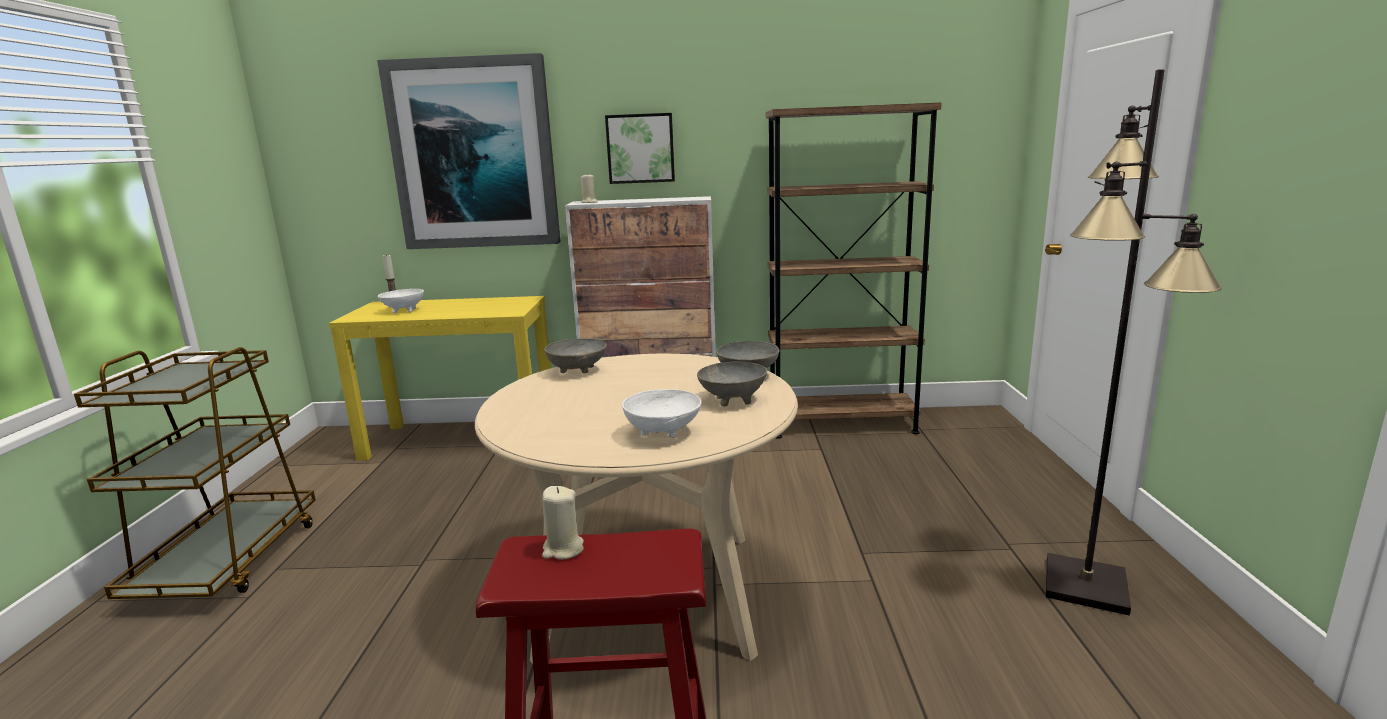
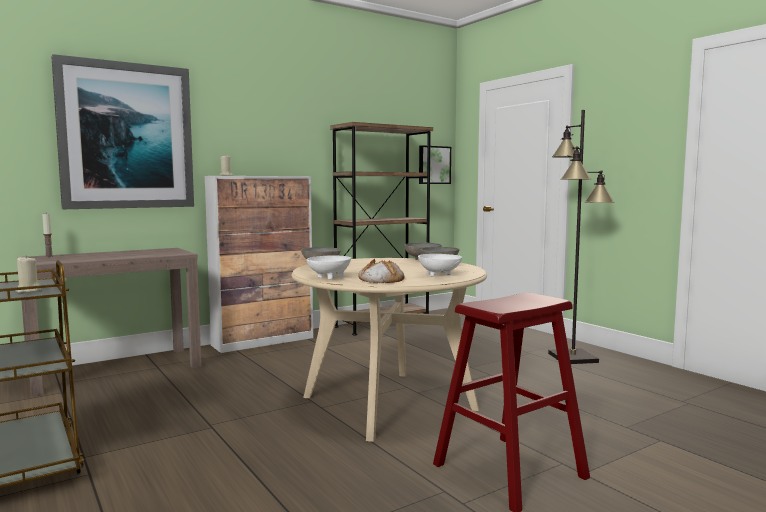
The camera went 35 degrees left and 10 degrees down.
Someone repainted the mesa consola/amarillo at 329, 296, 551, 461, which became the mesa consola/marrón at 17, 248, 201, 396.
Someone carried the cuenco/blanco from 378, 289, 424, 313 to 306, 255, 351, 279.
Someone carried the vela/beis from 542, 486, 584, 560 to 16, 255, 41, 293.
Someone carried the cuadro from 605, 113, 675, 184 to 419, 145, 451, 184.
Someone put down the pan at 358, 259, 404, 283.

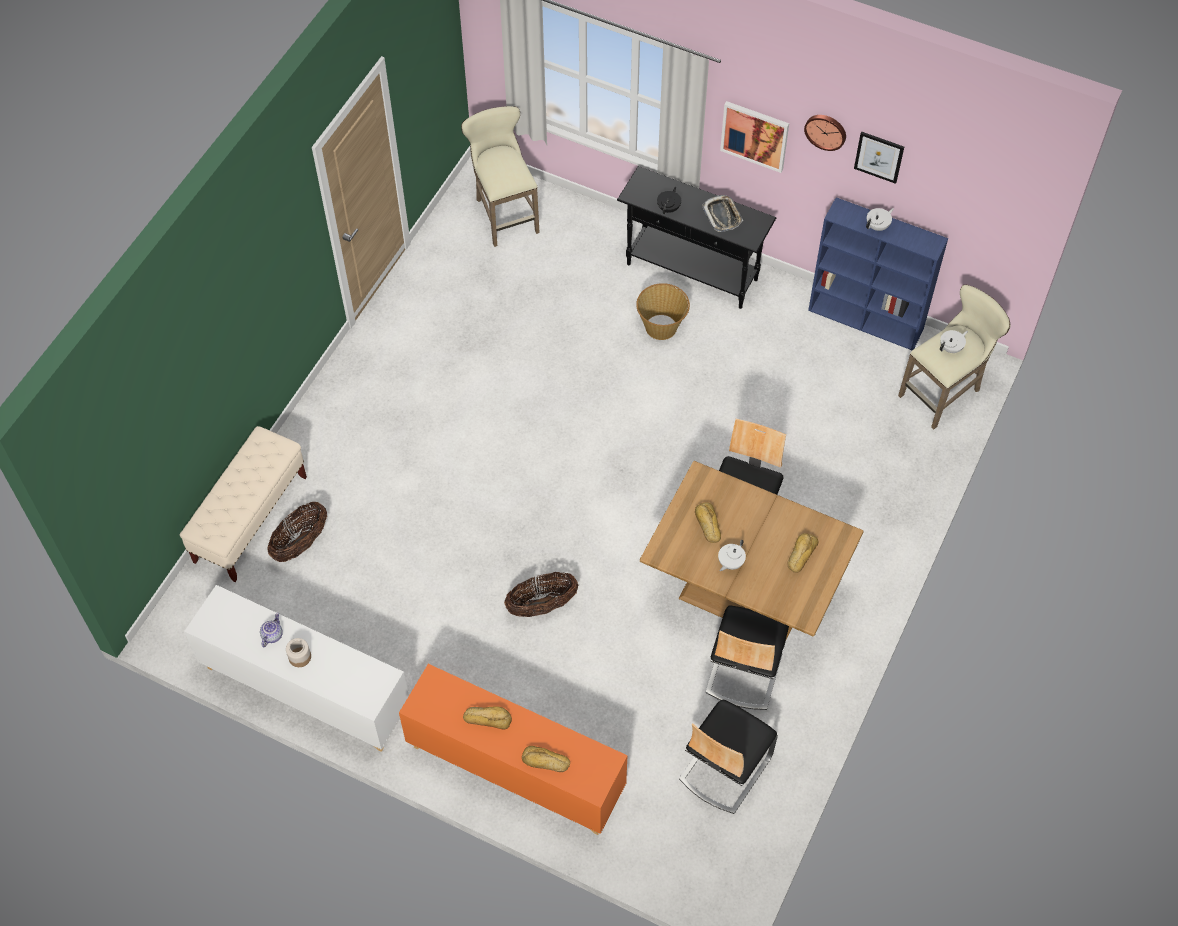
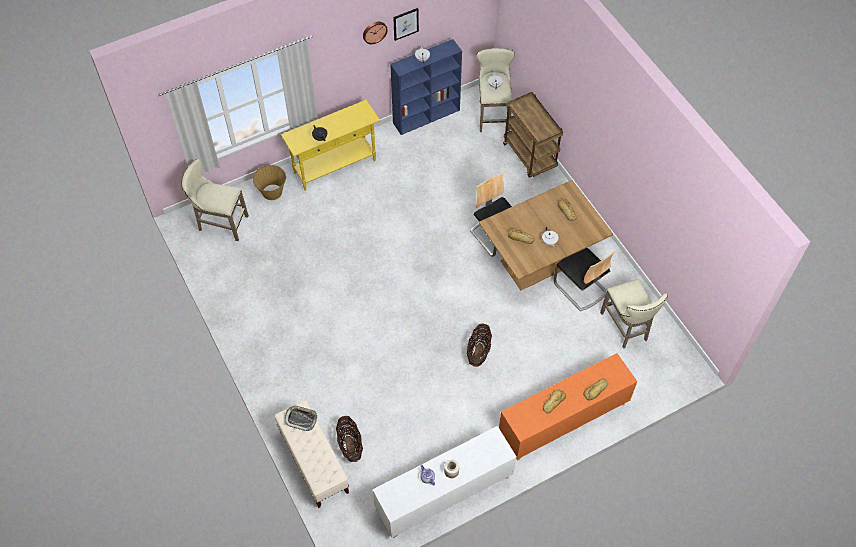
The camera went 55 degrees left and 0 degrees up.
Someone repainted the mesa consola/negro at 617, 166, 776, 309, which became the mesa consola/amarillo at 281, 100, 380, 191.
Someone carried the cesta from 636, 283, 690, 340 to 253, 165, 286, 200.
Someone swapped the silla at 679, 700, 778, 814 for the taburete/beis at 600, 278, 668, 348.
Someone carried the bandeja from 702, 195, 743, 232 to 285, 406, 317, 431.
Someone took away the cuadro at 720, 101, 789, 173.
Someone put down the carrito/marrón at 503, 92, 563, 178.

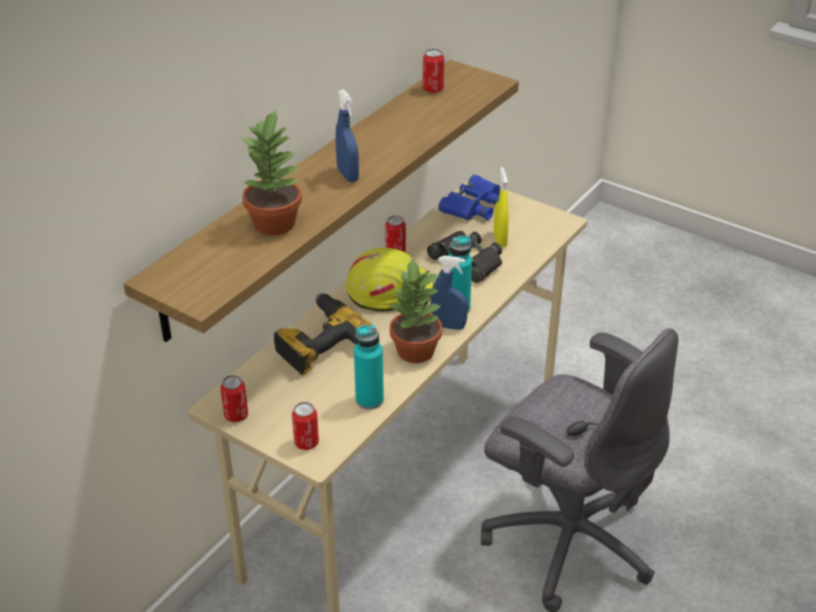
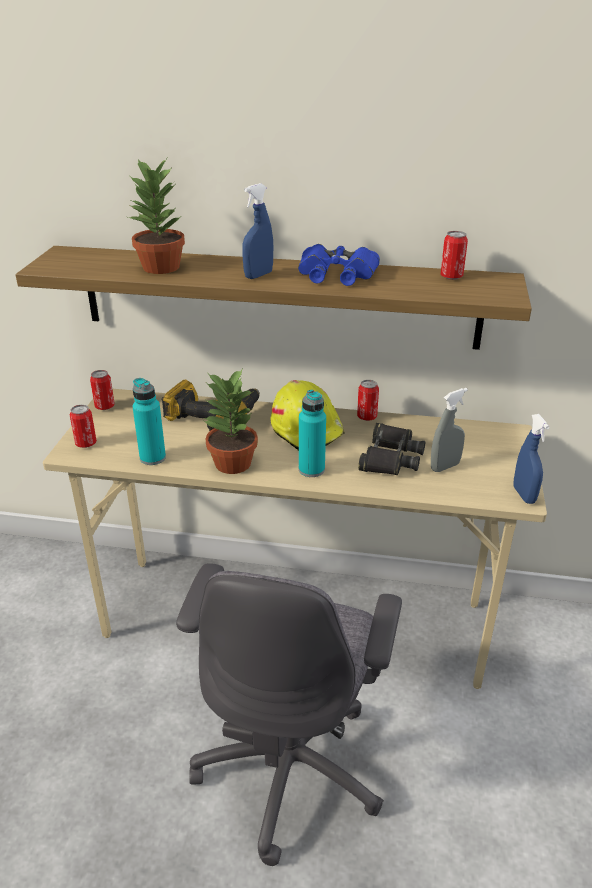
The camera went 65 degrees right and 5 degrees down.
Someone carried the pulverizador/azul from 430, 256, 468, 330 to 513, 414, 549, 504.
Someone carried the prismáticos/azul from 438, 175, 500, 220 to 298, 244, 380, 286.
Someone repainted the pulverizador/amarillo at 494, 167, 509, 247, which became the pulverizador/gris at 431, 388, 468, 472.

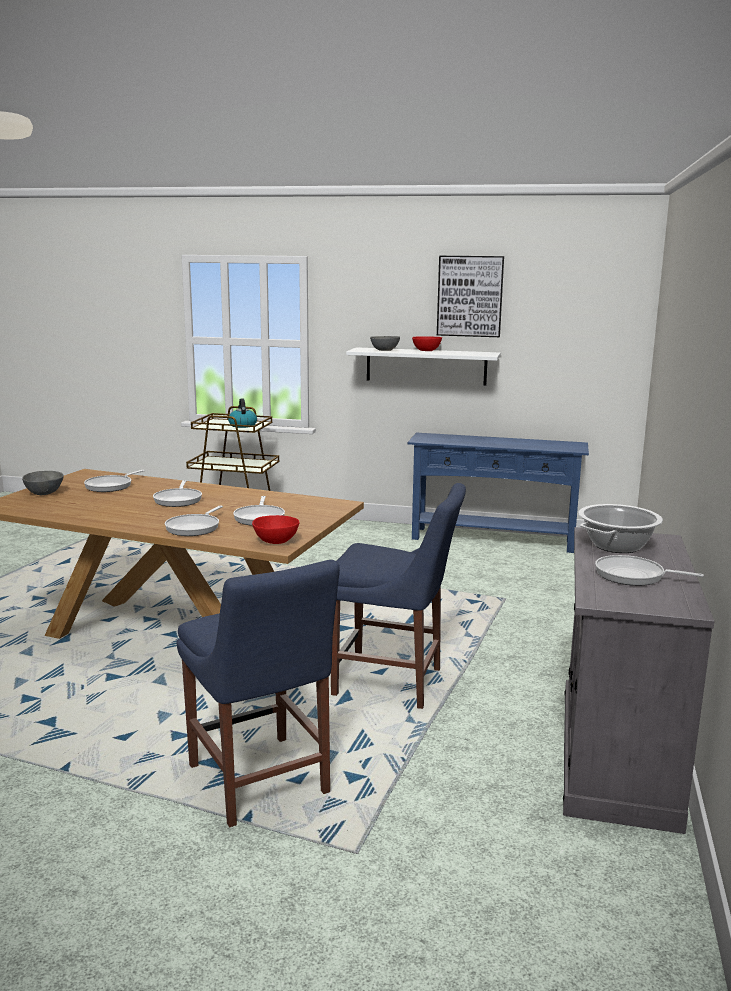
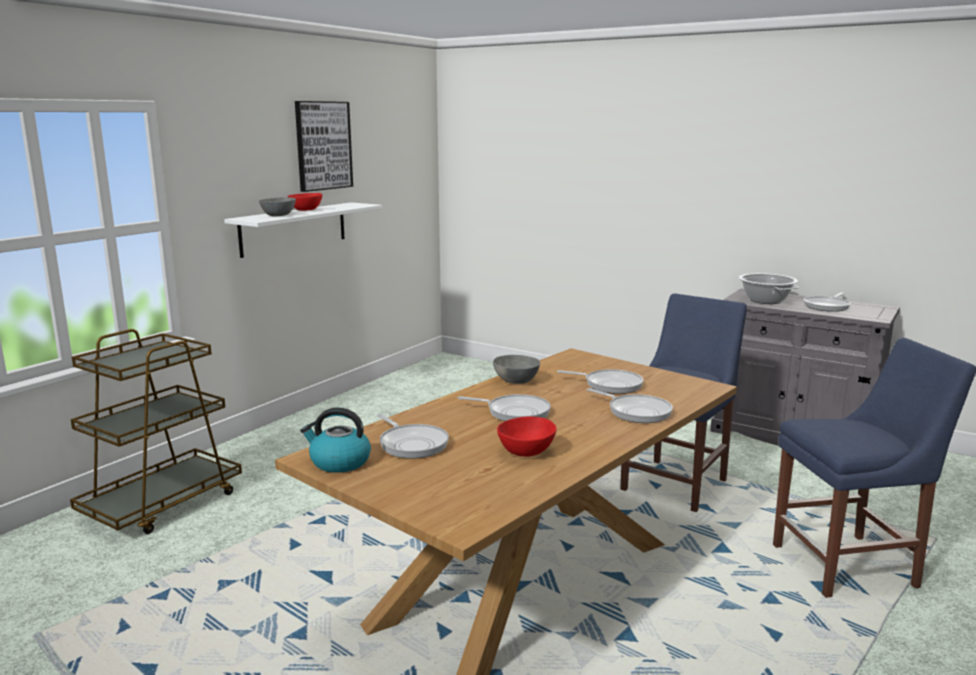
The camera went 70 degrees left and 0 degrees up.
Someone carried the cuenco/gris from 22, 471, 64, 495 to 493, 355, 540, 384.
Someone carried the hervidor from 228, 398, 257, 428 to 300, 408, 371, 473.
Someone carried the cuenco/rojo from 252, 515, 300, 544 to 497, 416, 557, 457.
Someone took away the mesa consola/azul at 408, 433, 589, 553.

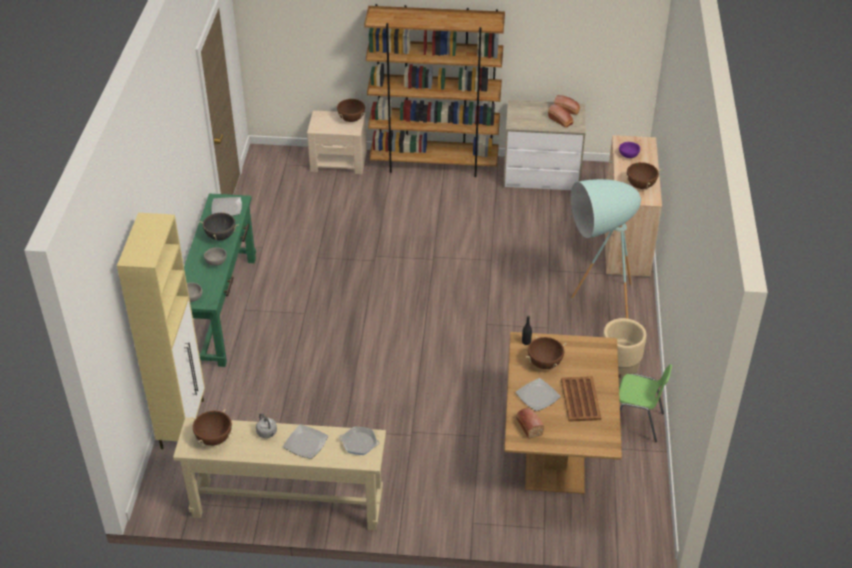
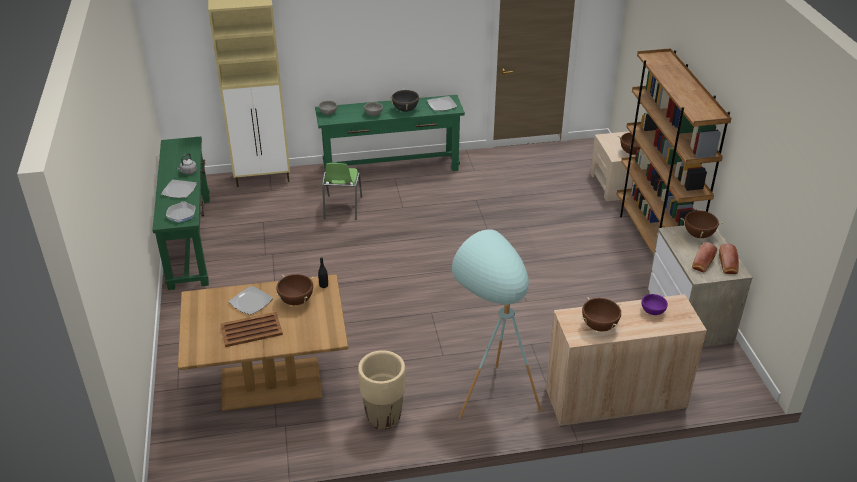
The camera went 75 degrees right and 5 degrees down.
Someone repainted the mesa consola/beis at 173, 417, 386, 530, which became the mesa consola/verde at 152, 137, 210, 290.
Someone carried the olla/marrón from 192, 409, 233, 446 to 681, 209, 723, 238.
Someone took away the pan at 516, 408, 544, 439.
Someone carried the silla/verde from 619, 364, 672, 442 to 322, 163, 362, 220.

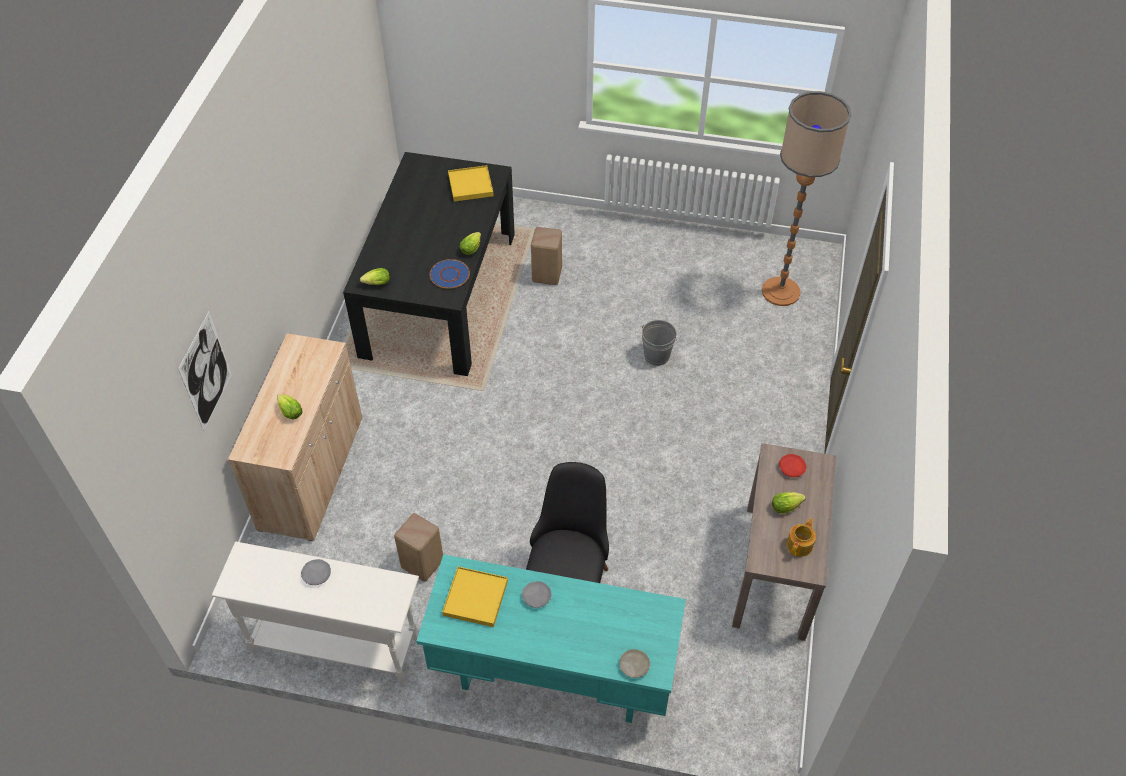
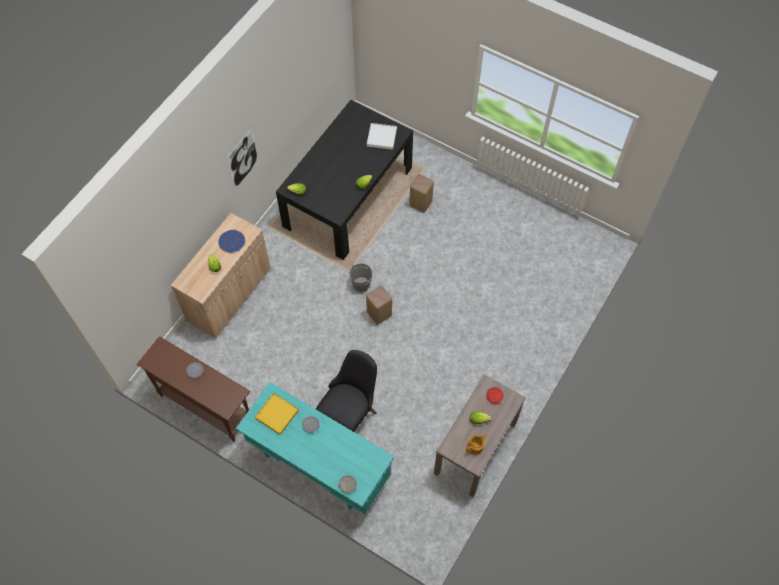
The camera went 20 degrees right and 10 degrees up.
Someone carried the cuadro from 178, 312, 232, 431 to 227, 128, 259, 189.
Someone repainted the mesa consola/blanco at 212, 541, 419, 684, which became the mesa consola/marrón at 137, 336, 250, 442.
Someone carried the taburete/beis from 394, 513, 443, 582 to 366, 286, 392, 325.
Someone carried the plato/azul from 430, 259, 470, 288 to 218, 230, 245, 253.
Someone repainted the bandeja/amarillo at 448, 165, 494, 202, which became the bandeja/blanco at 367, 123, 397, 150.
Someone carried the cubo/gris from 641, 320, 677, 366 to 349, 263, 372, 292.
Someone took away the lámpara de pie at 762, 91, 851, 306.

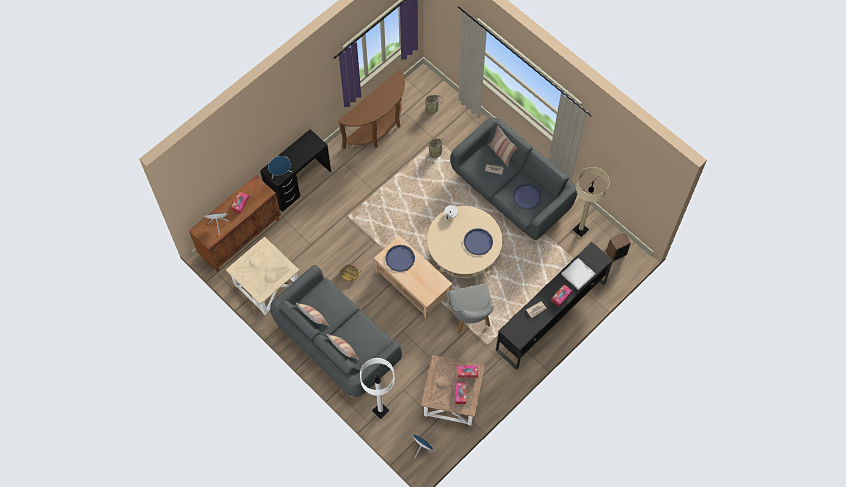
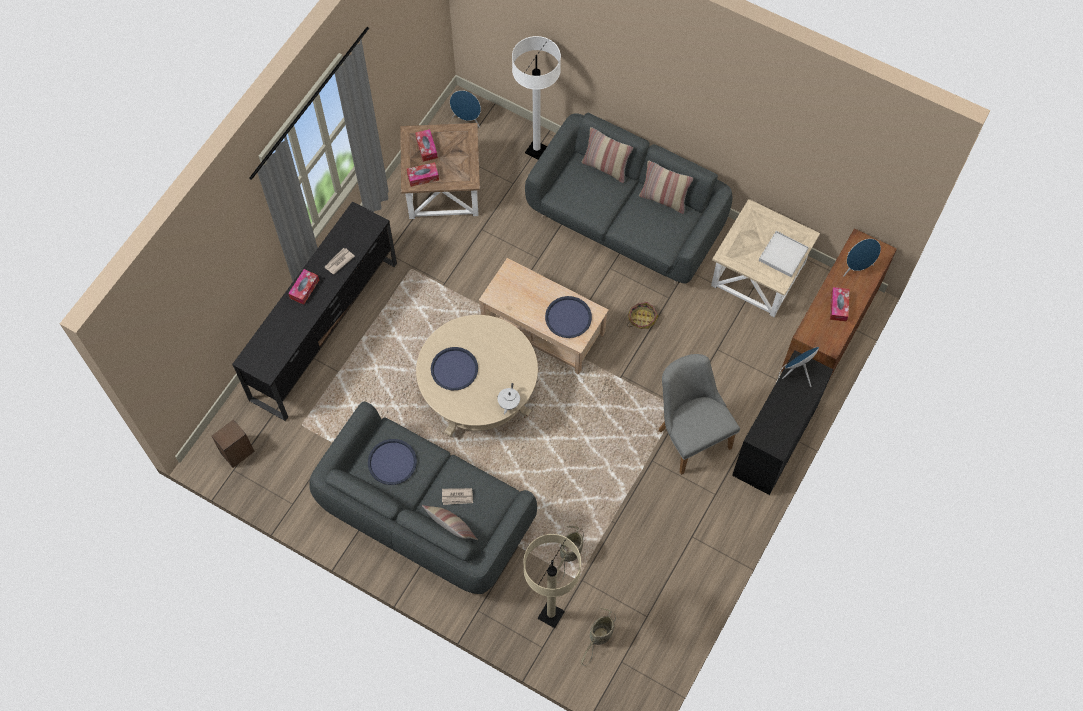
The camera went 165 degrees right and 0 degrees up.
Someone took away the mesa consola/marrón at 338, 69, 405, 149.
Someone carried the silla/gris from 448, 283, 494, 334 to 658, 354, 740, 475.
Someone carried the bandeja/blanco from 561, 258, 596, 290 to 759, 231, 809, 277.
Someone carried the lámpara de pie/beis from 573, 167, 609, 237 to 524, 534, 581, 628.

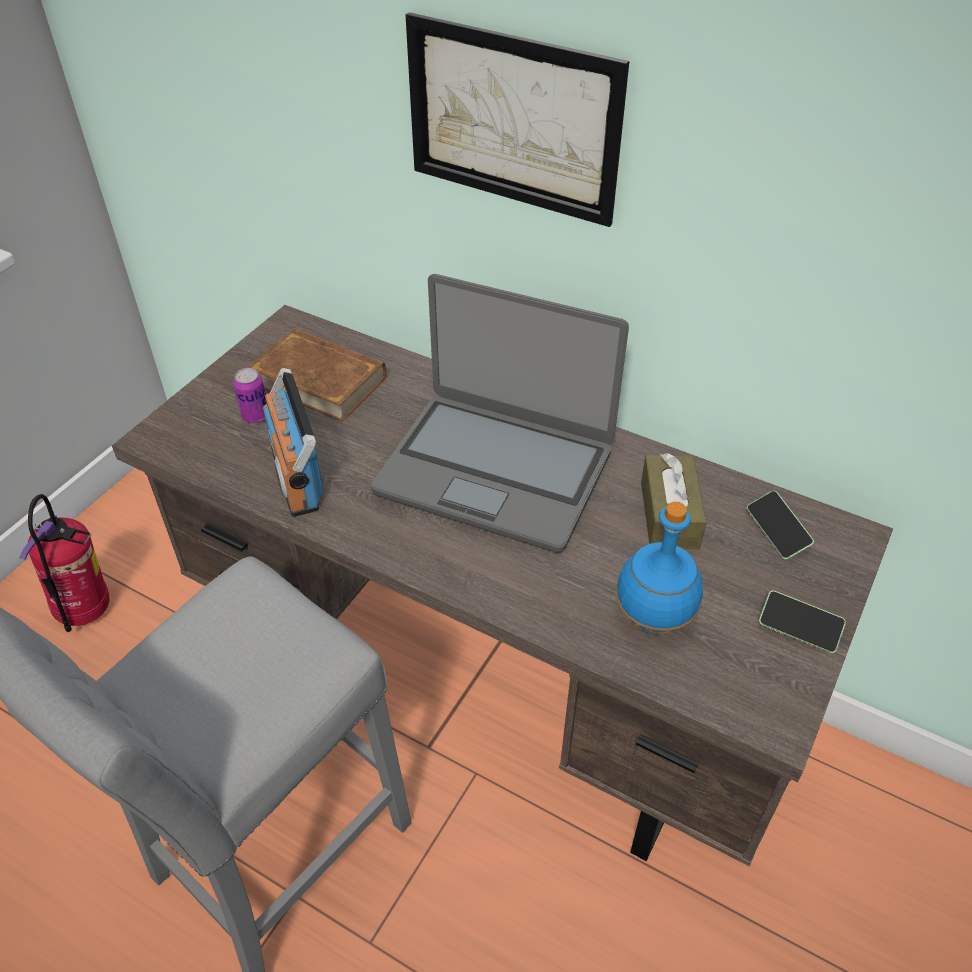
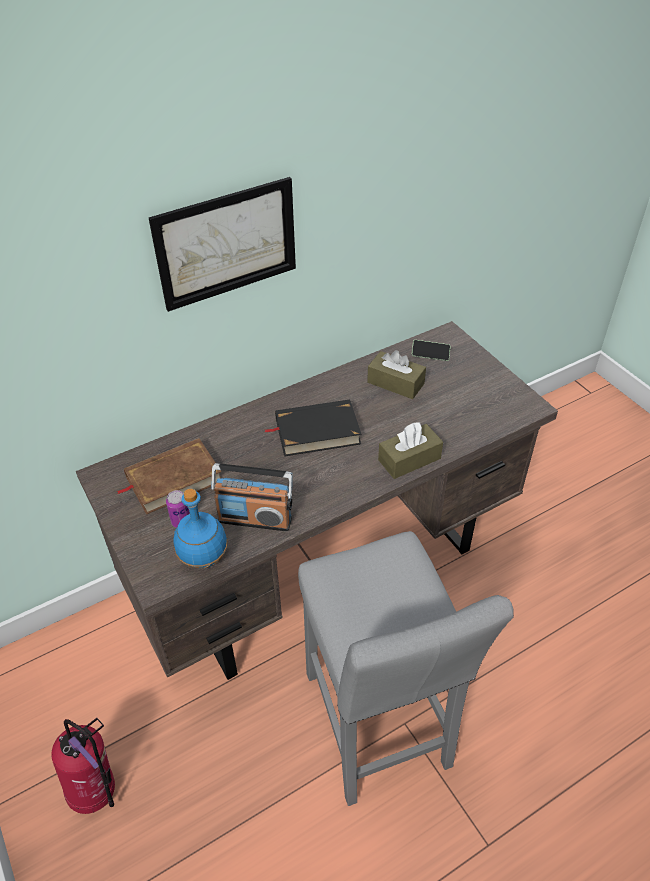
The camera went 60 degrees left and 0 degrees up.
Someone swapped the portátil at 371, 274, 629, 553 for the libro/negro at 264, 400, 362, 456.
Someone carried the botella/azul from 616, 502, 703, 635 to 173, 489, 228, 569.
Someone took away the móvil at 759, 590, 846, 653.
Someone put down the caja de pañuelos/marrón at 378, 422, 443, 479.

